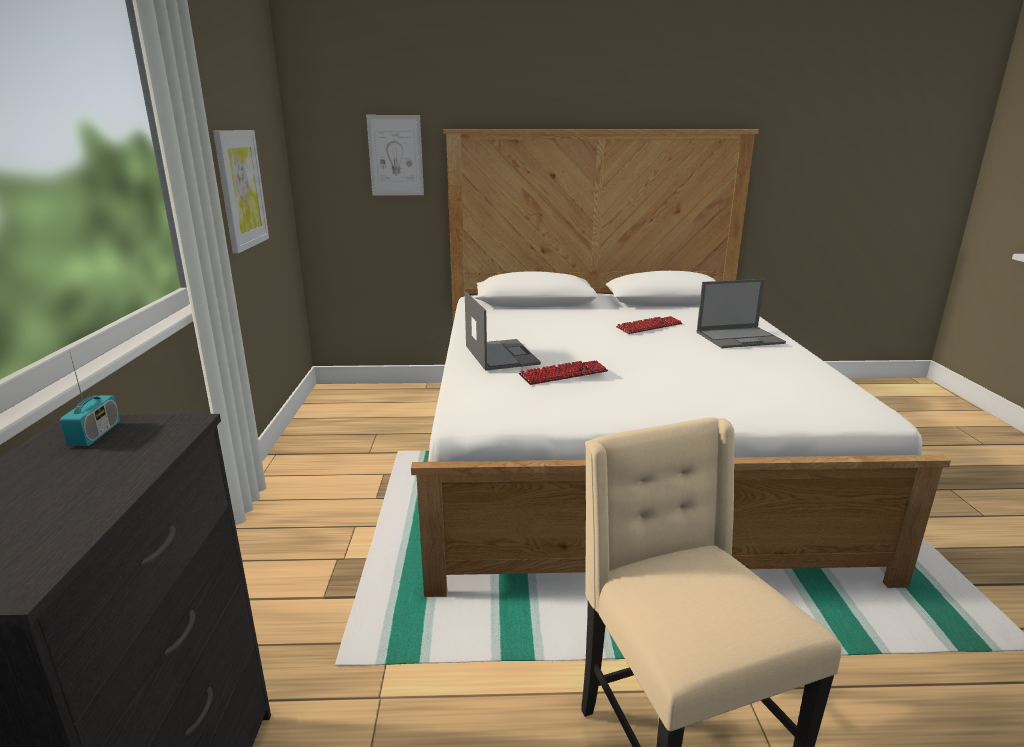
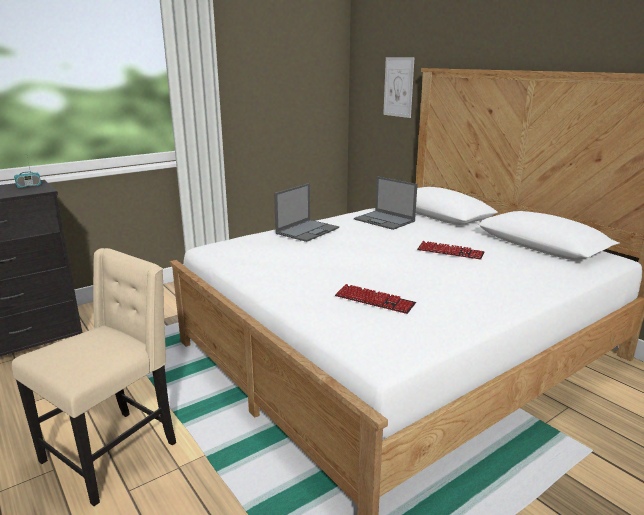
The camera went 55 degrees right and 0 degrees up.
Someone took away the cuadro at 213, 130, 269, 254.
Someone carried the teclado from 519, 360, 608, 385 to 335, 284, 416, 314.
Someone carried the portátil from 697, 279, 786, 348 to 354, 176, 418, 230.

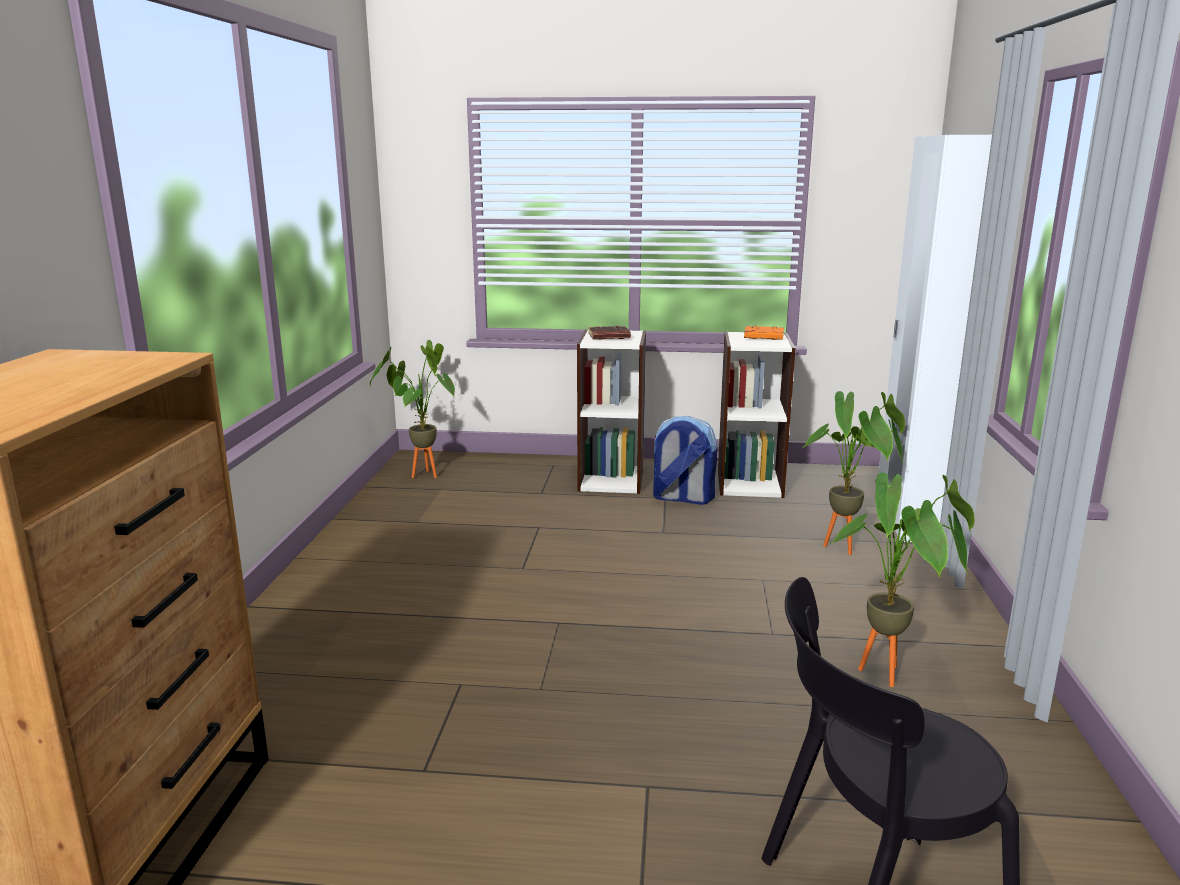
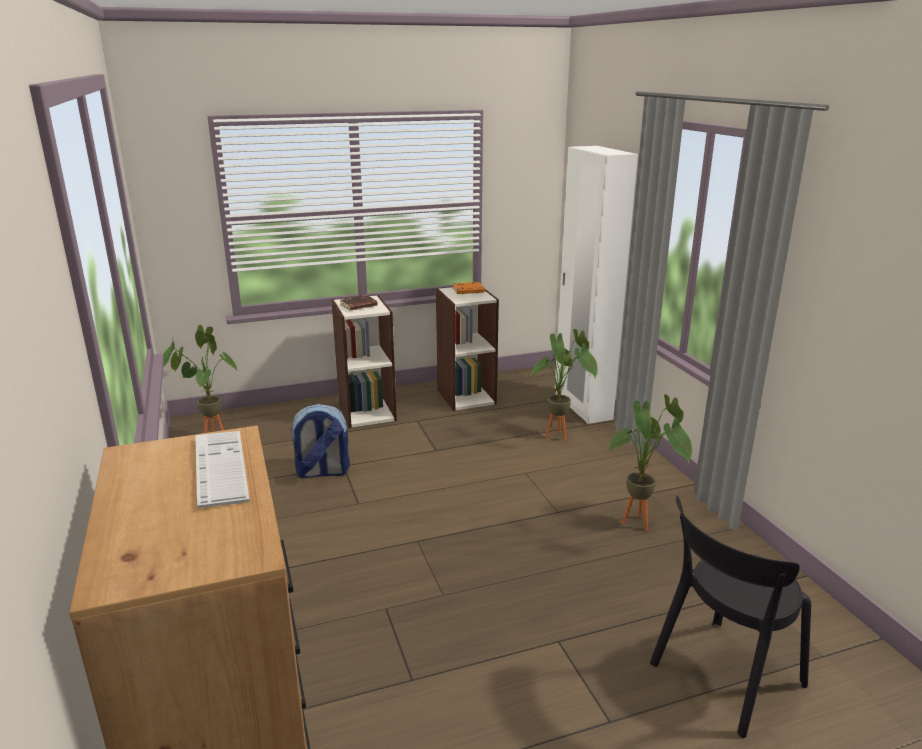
The camera went 25 degrees left and 5 degrees up.
Someone carried the mochila from 652, 416, 717, 505 to 290, 404, 350, 478.
Someone put down the teclado at 195, 431, 250, 509.

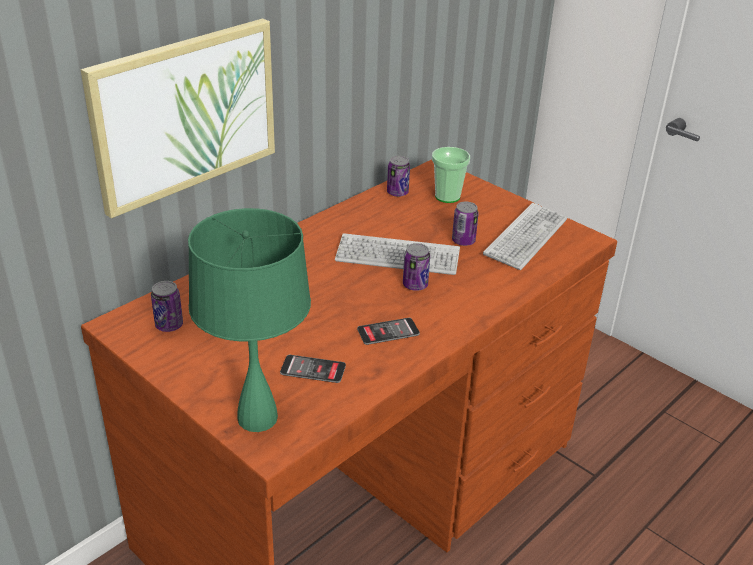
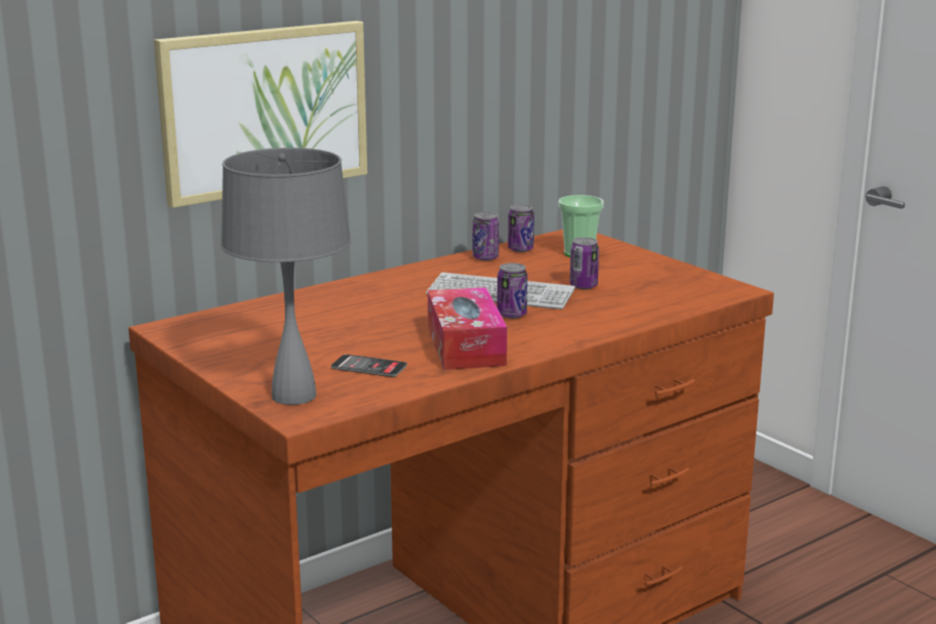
The camera went 10 degrees right and 15 degrees down.
Someone carried the lata from 151, 281, 183, 332 to 472, 212, 499, 261.
Someone repainted the lámpara de mesa/verde at 188, 208, 311, 432, which became the lámpara de mesa/gris at 221, 148, 351, 405.
Someone swapped the móvil at 357, 318, 420, 345 for the caja de pañuelos at 428, 287, 507, 370.
Someone took away the teclado at 483, 203, 567, 270.

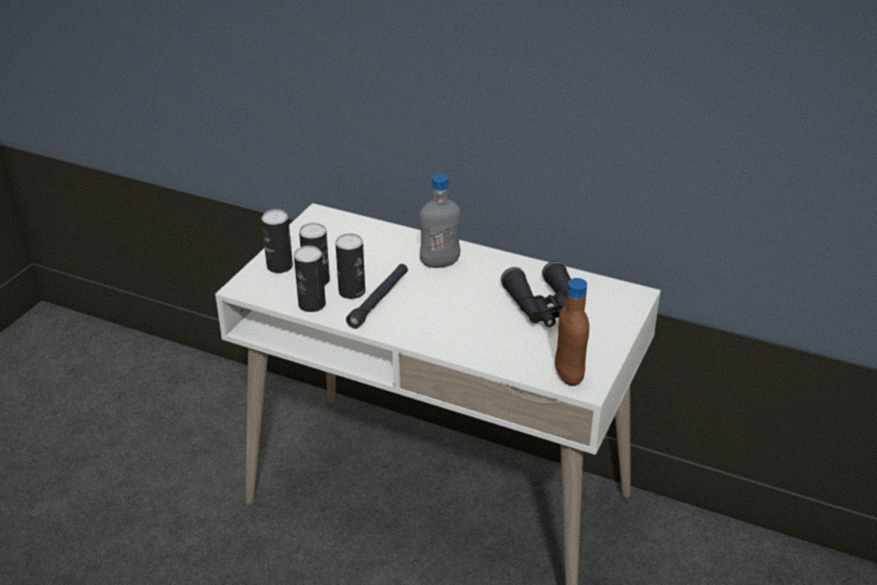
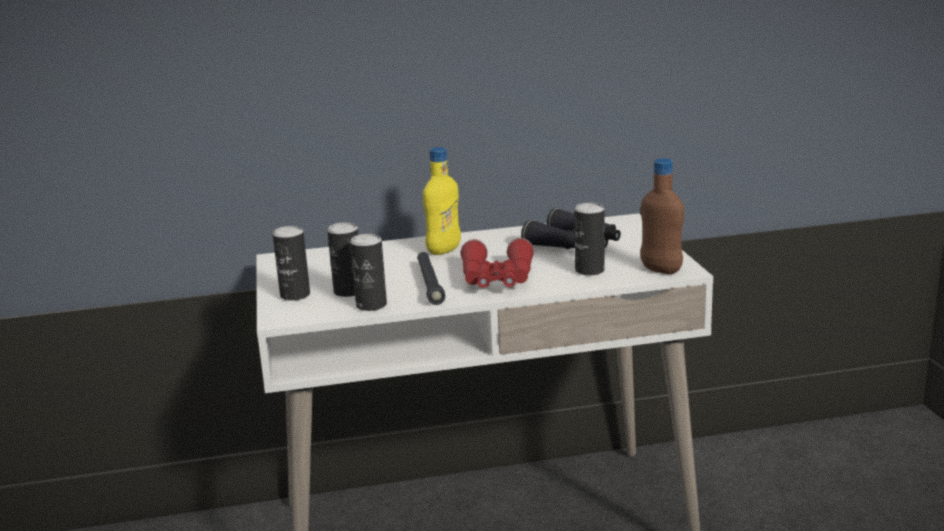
The camera went 35 degrees left and 15 degrees down.
Someone carried the lata from 335, 233, 365, 299 to 574, 203, 604, 276.
Someone repainted the botella/gris at 419, 174, 461, 268, which became the botella/amarillo at 423, 147, 461, 255.
Someone put down the prismáticos/rojo at 460, 238, 534, 288.

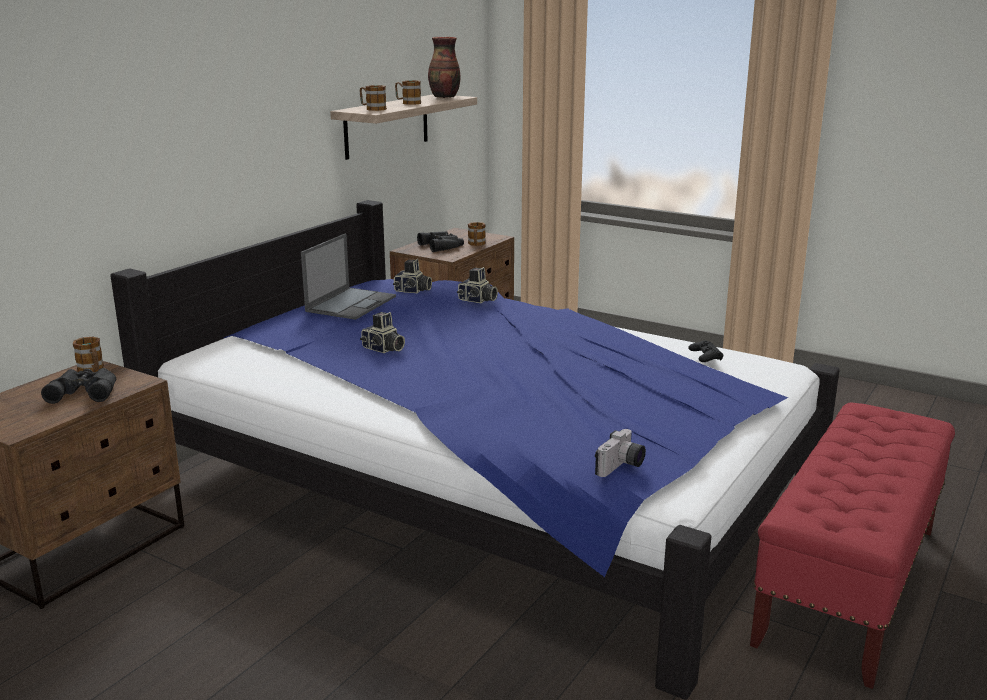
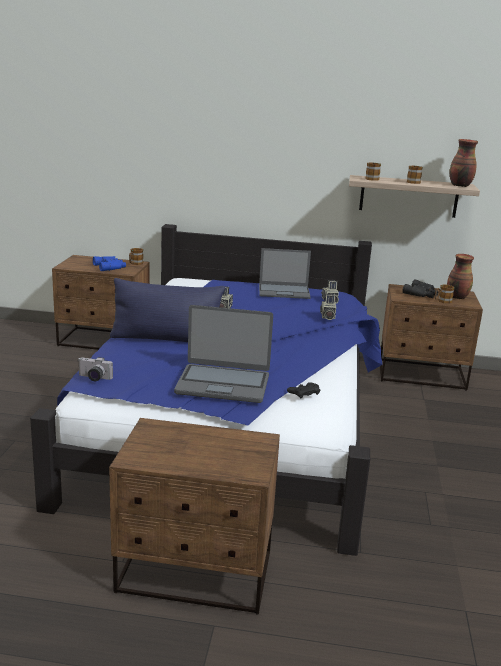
The camera went 65 degrees right and 0 degrees up.
Someone repainted the prismáticos/negro at 41, 368, 116, 404, which became the prismáticos/azul at 93, 256, 126, 271.
Someone swapped the banco/rojo at 750, 403, 955, 689 for the mesita de noche/marrón at 109, 418, 280, 614.
Someone put down the cojín/azul at 110, 278, 225, 342.
Someone put down the portátil at 174, 305, 273, 403.
Someone put down the florero at 447, 254, 474, 299.

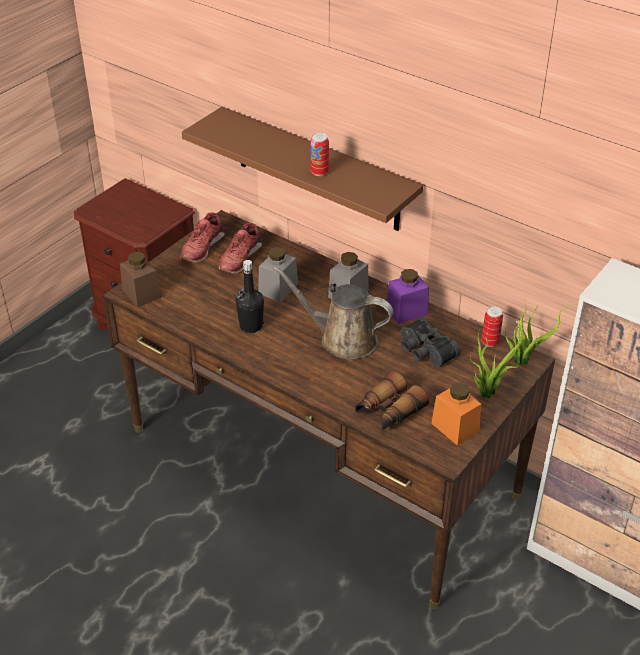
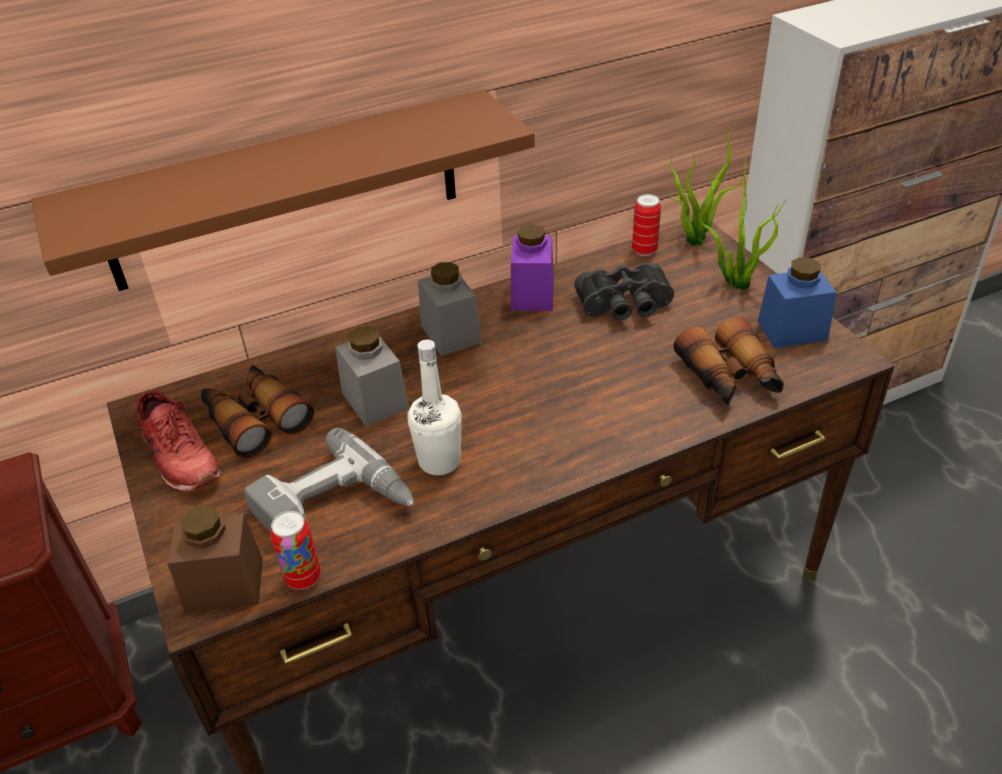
The camera went 60 degrees left and 0 degrees up.
Someone swapped the zapato/rojo at 219, 223, 262, 274 for the prismáticos at 201, 365, 314, 459.
Someone repainted the botella/negro at 236, 260, 264, 333, which became the botella/blanco at 408, 340, 462, 475.
Someone took away the regadera/marrón at 273, 266, 394, 359.
Someone carried the lata from 311, 132, 329, 176 to 270, 511, 321, 590.
Someone repainted the tarro/naranja at 431, 383, 481, 446, which became the tarro/azul at 758, 257, 837, 348.
Someone put down the taladro at 244, 428, 414, 532.

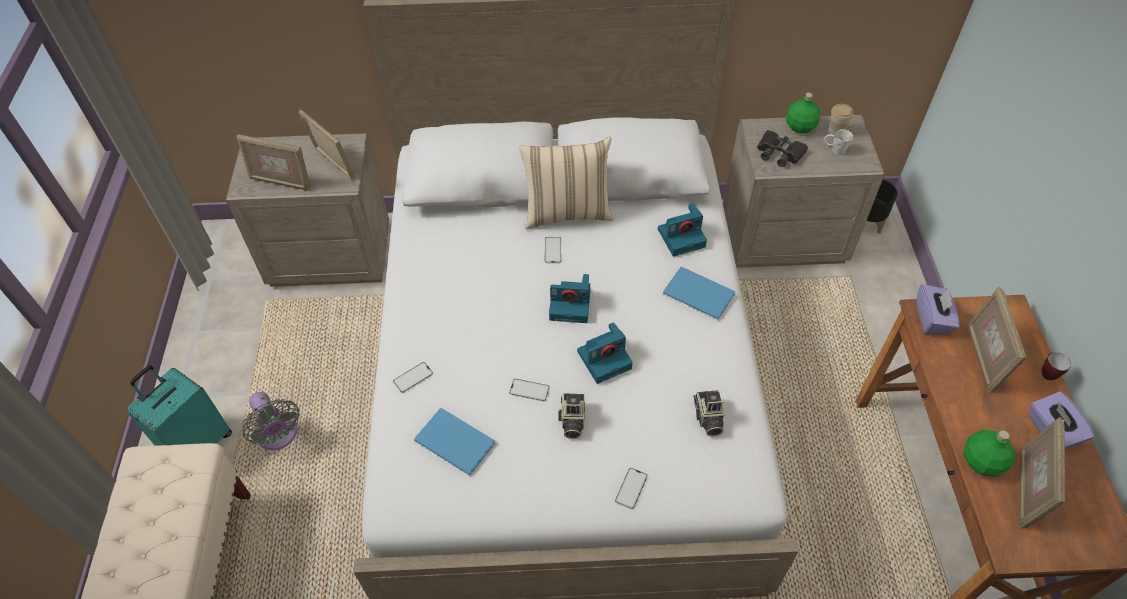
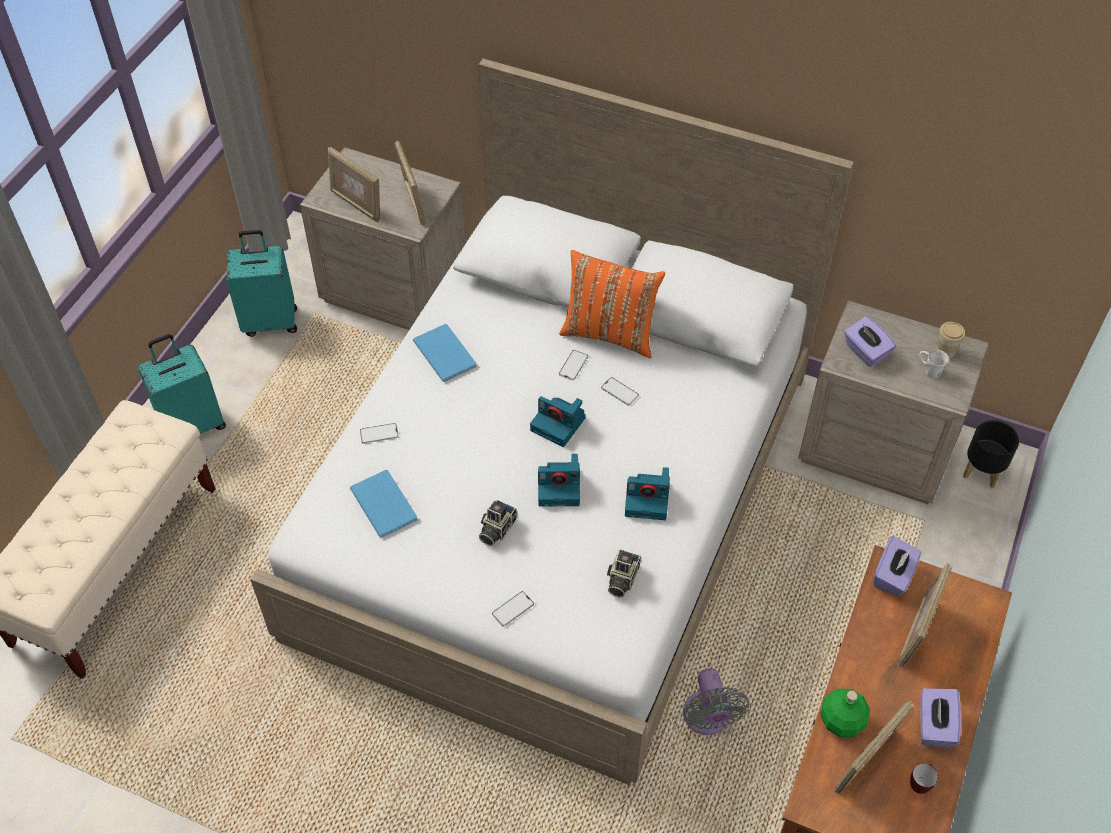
The camera went 25 degrees right and 0 degrees up.
Someone carried the ventilador/gris from 242, 392, 300, 450 to 683, 669, 749, 735.
Someone carried the móvil from 509, 379, 550, 401 to 601, 377, 639, 406.
Someone repainted the cojín/beis at 519, 136, 614, 230, which became the cojín/naranja at 559, 250, 665, 358.
Someone carried the cámara from 658, 203, 707, 257 to 625, 467, 670, 520.
Someone carried the libro/azul from 663, 267, 735, 320 to 413, 324, 477, 382.
Someone swapped the prismáticos/negro at 757, 130, 808, 167 for the caja de pañuelos/morado at 844, 316, 896, 367.
Someone took away the botella/verde at 786, 93, 821, 133.
Someone carried the taza grande from 1042, 352, 1071, 380 to 910, 763, 938, 794.
Someone put down the maleta/turquesa at 226, 230, 297, 337.

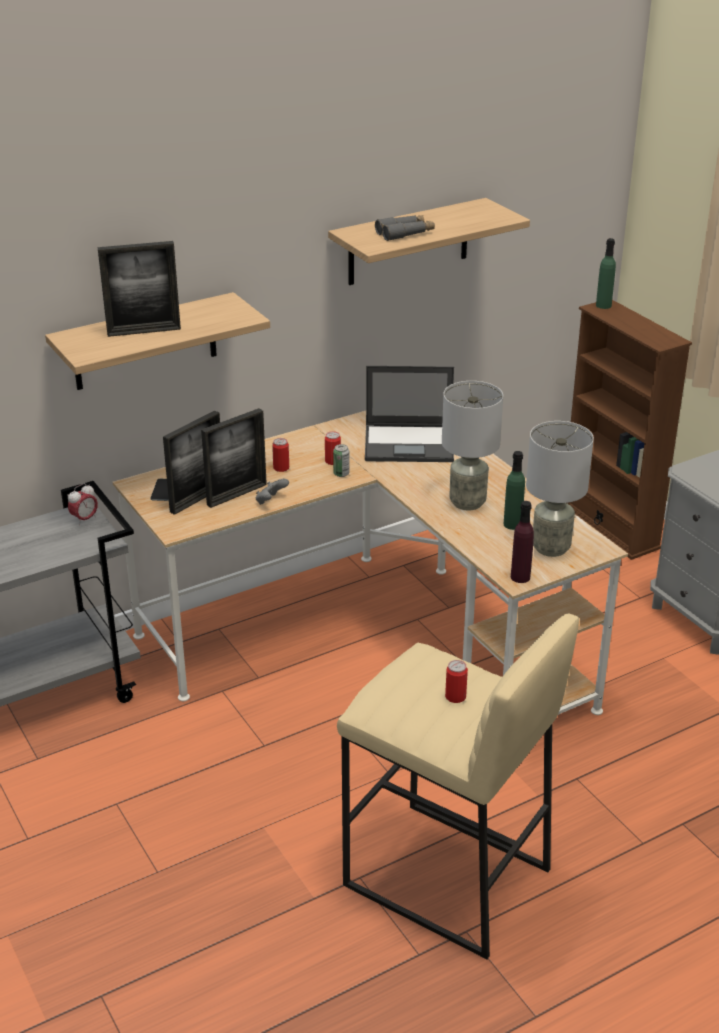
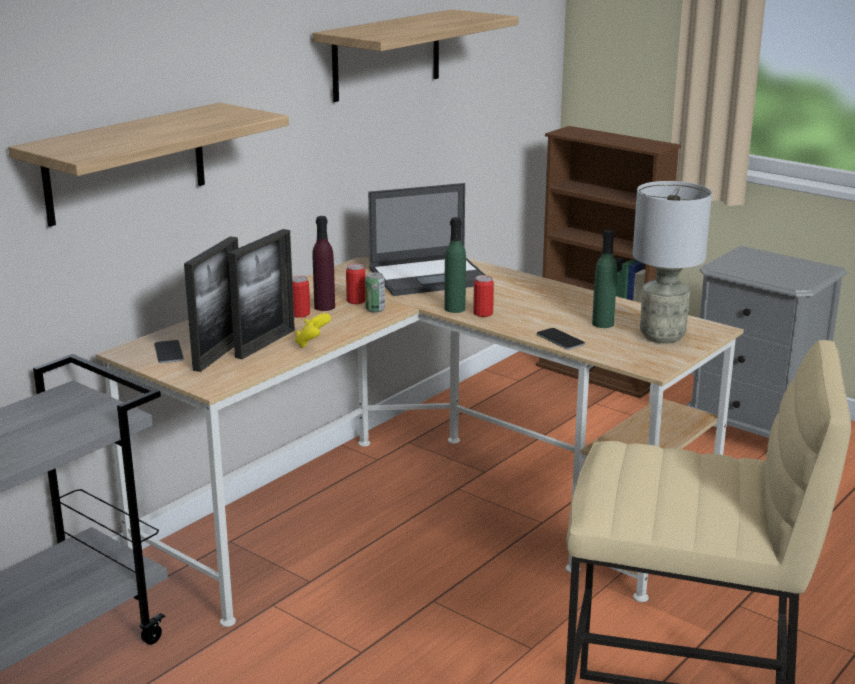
The camera went 20 degrees left and 10 degrees down.
Someone took away the despertador at 68, 483, 98, 525.
Someone took away the portarretratos at 98, 241, 181, 337.
Someone repainted the mando de consola/gris at 256, 479, 289, 505, which became the mando de consola/amarillo at 295, 313, 331, 348.
Someone took away the prismáticos/gris at 375, 215, 435, 241.
Someone took away the lámpara de mesa/gris at 442, 381, 503, 510.
Someone carried the lata from 445, 660, 468, 703 to 473, 275, 494, 317.
Someone carried the botella/morado from 511, 501, 534, 583 to 312, 216, 335, 311.
Someone carried the botella/verde from 596, 238, 616, 309 to 445, 217, 466, 313.
Someone put down the móvil at 537, 328, 585, 349.

